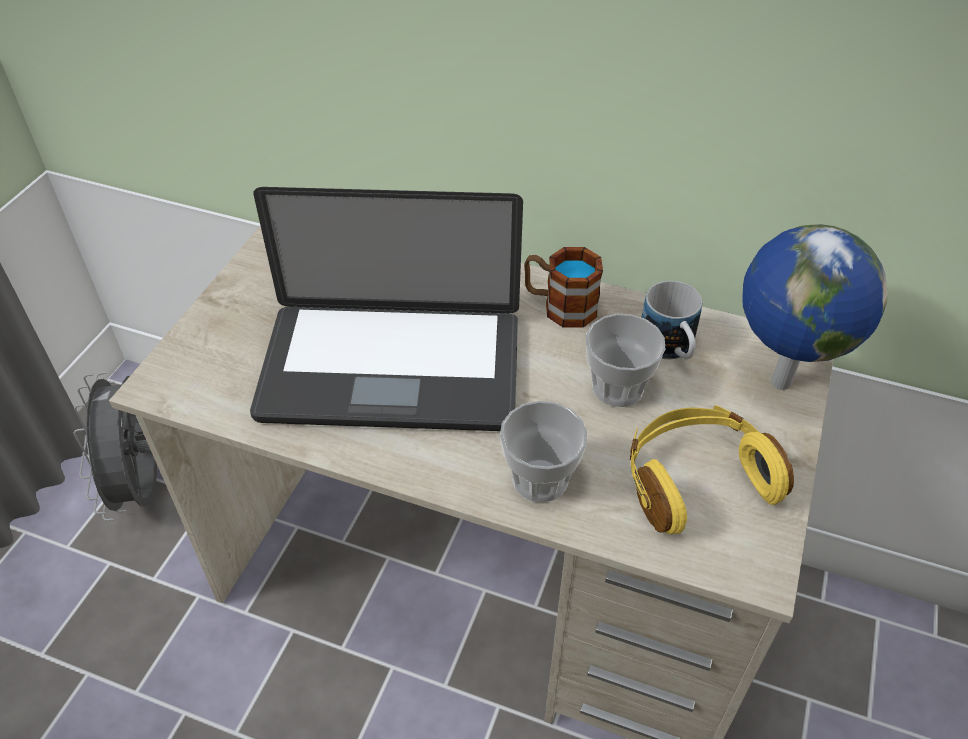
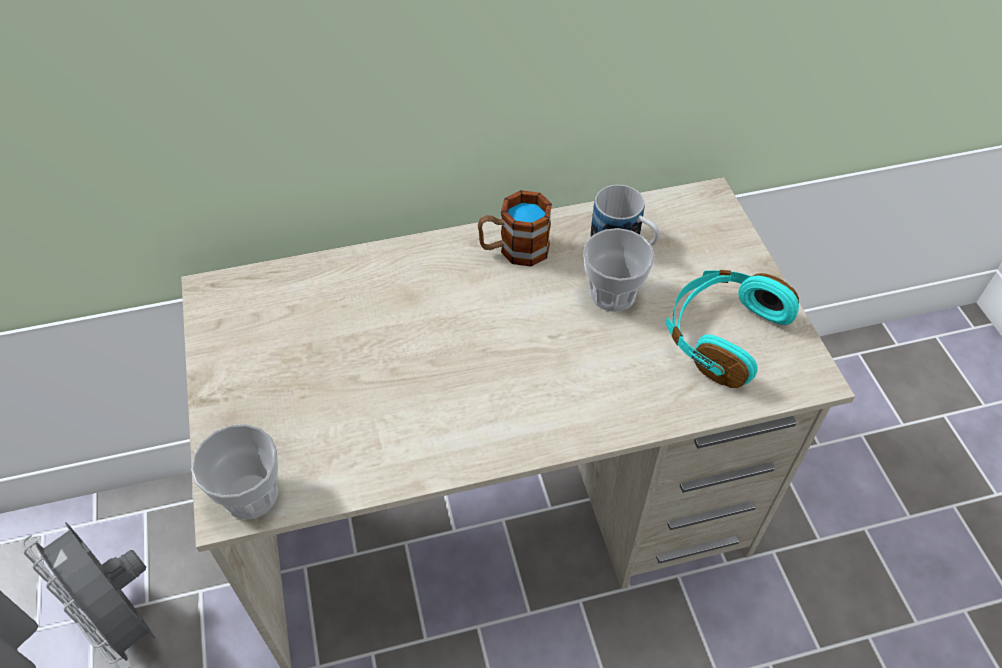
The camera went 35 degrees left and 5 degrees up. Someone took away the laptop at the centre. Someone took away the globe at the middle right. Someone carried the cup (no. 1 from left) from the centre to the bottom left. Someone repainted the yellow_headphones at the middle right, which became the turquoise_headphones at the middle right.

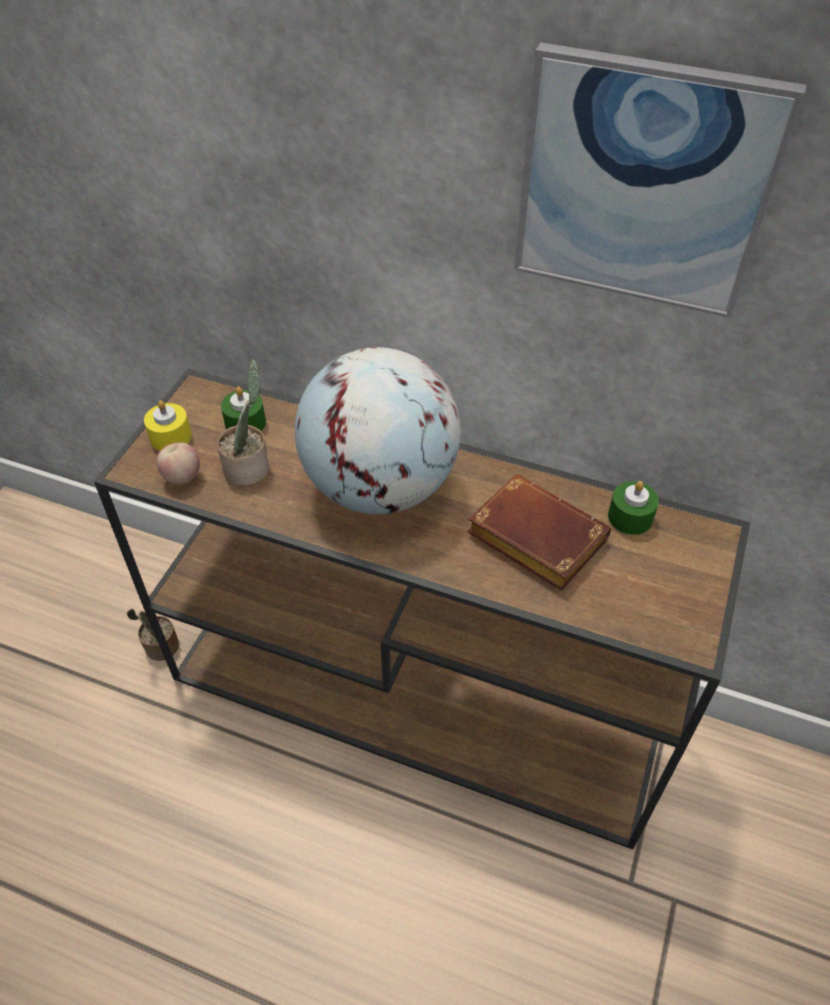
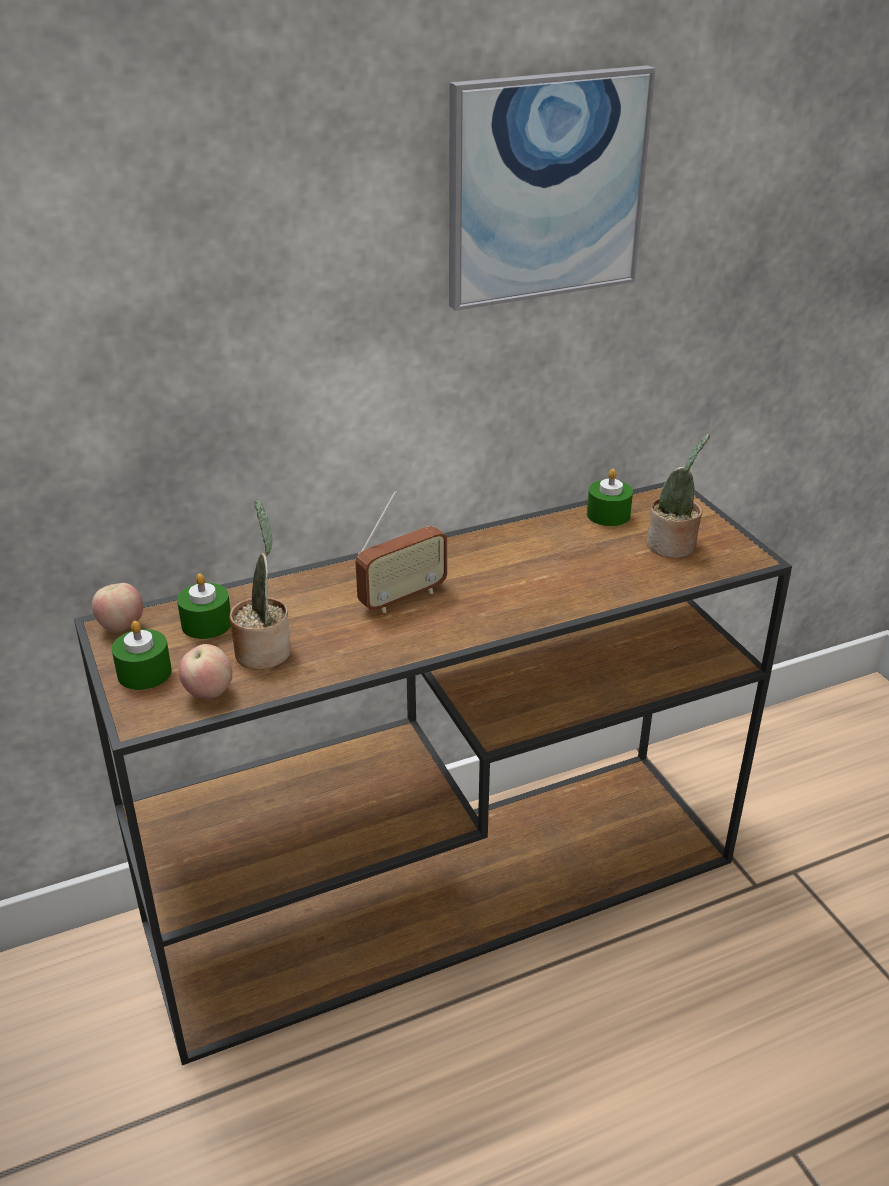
The camera went 45 degrees left and 15 degrees down. Someone swapped the globe at the centre for the radio at the centre. Someone repainted the yellow_candle at the middle left, which became the green_candle (no. 1 from left) at the middle left. Someone took away the brown_book at the centre. Someone carried the potted_plant (no. 1 from left in the first image) from the middle left to the middle right. Someone put down the apple (no. 1 from left) at the middle left.

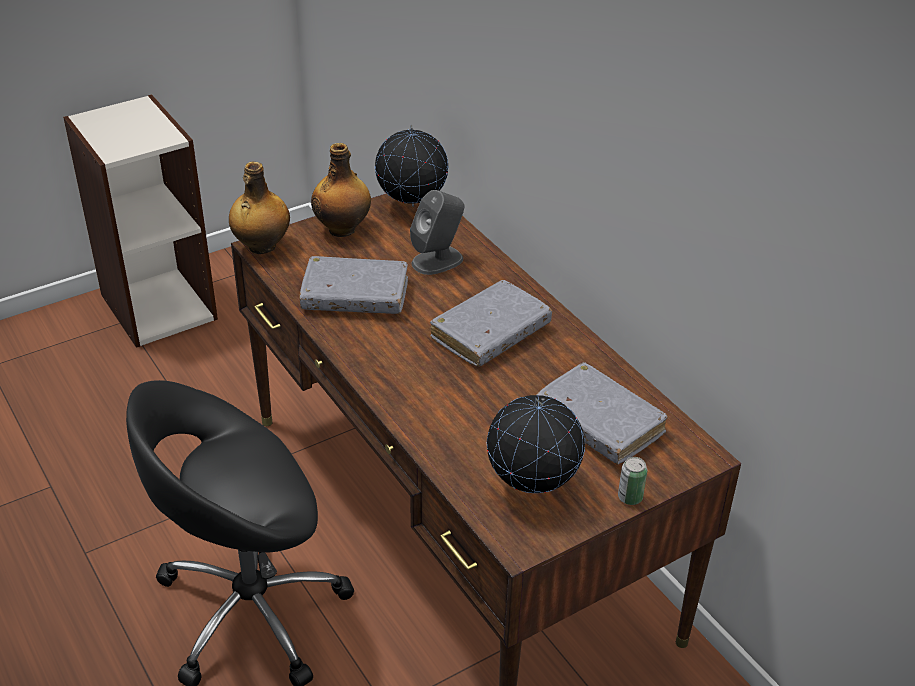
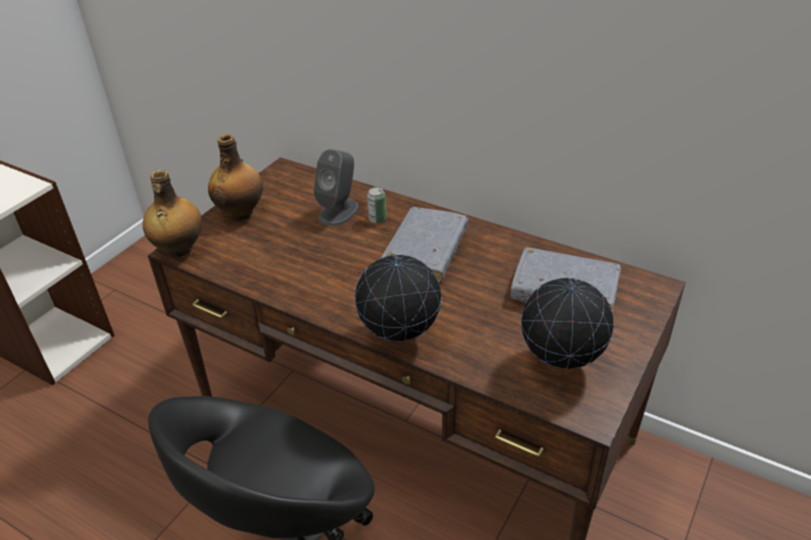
The camera went 25 degrees left and 0 degrees up. Someone carried the globe (no. 1 from left) from the top centre to the centre. Someone took away the grey_book (no. 1 from left) at the centre. Someone carried the can from the bottom right to the centre.

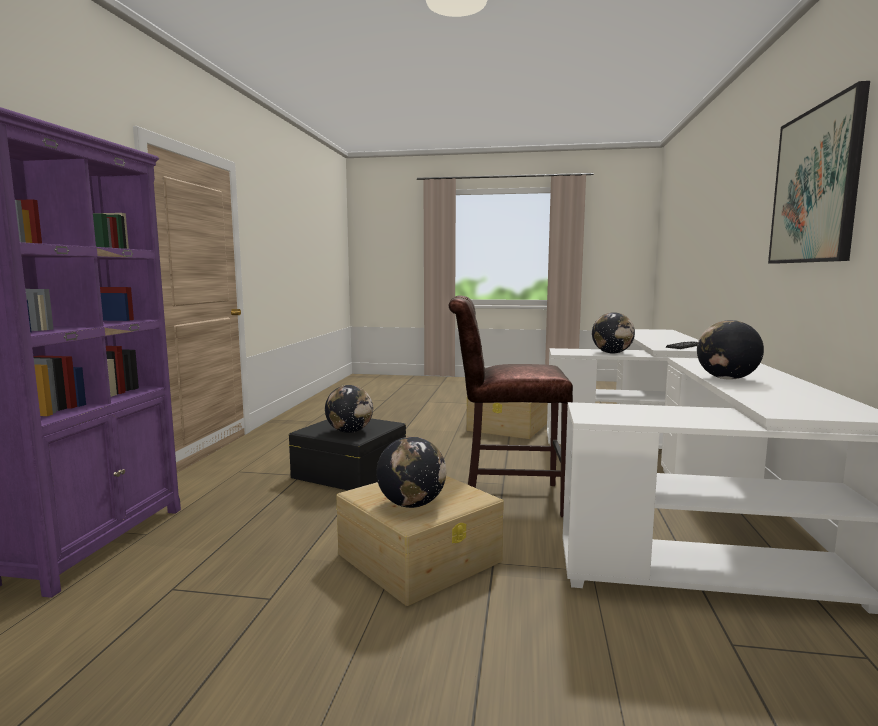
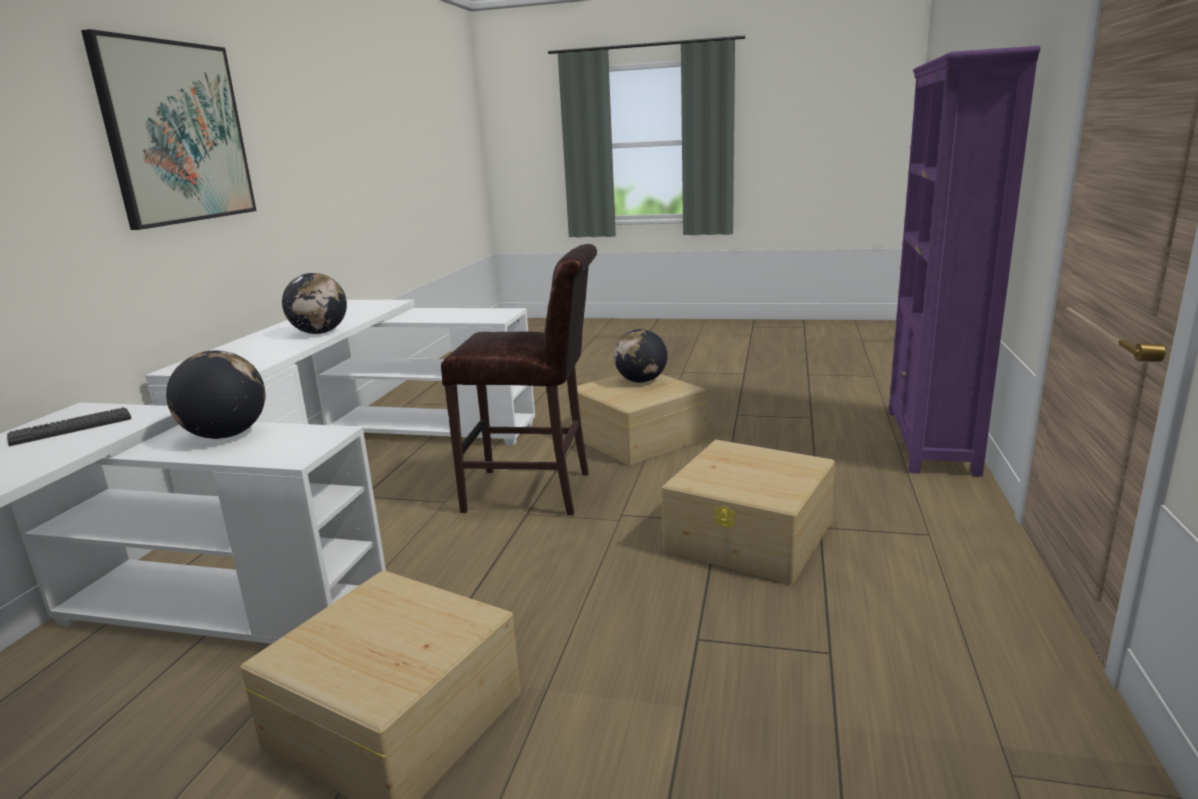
The camera went 175 degrees left and 10 degrees up. Someone took away the globe (no. 1 from left) at the centre. Someone repainted the black_storage_box at the centre, which became the beige_storage_box (no. 3 from left) at the centre.

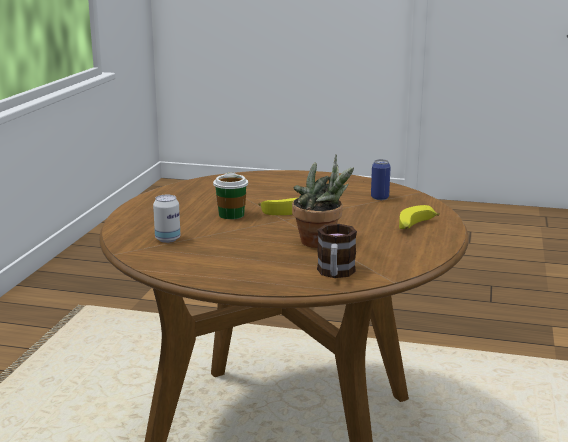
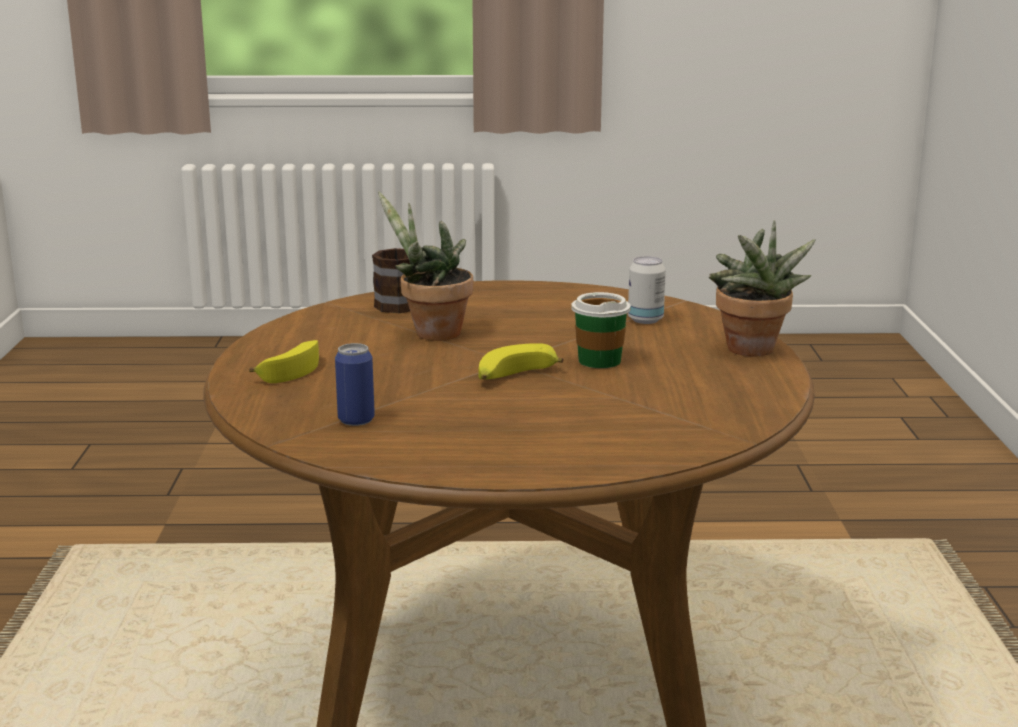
The camera went 165 degrees right and 0 degrees up. Someone put down the potted_plant (no. 2 from left) at the middle right.

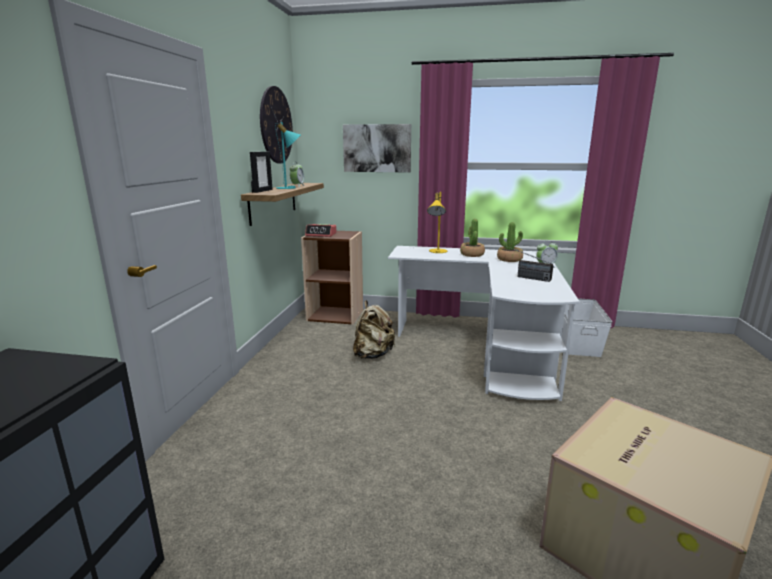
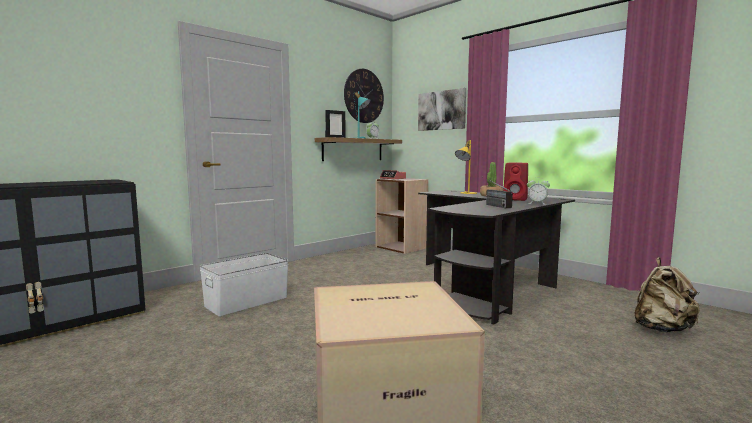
The camera went 35 degrees right and 10 degrees down. Someone swapped the potted_plant (no. 2 from left) at the centre for the red_speaker at the middle right. Someone repainted the white_desk at the centre, which became the black_desk at the centre. Someone carried the white_storage_box from the middle right to the bottom left. Someone carried the beige_backpack from the centre to the bottom right.

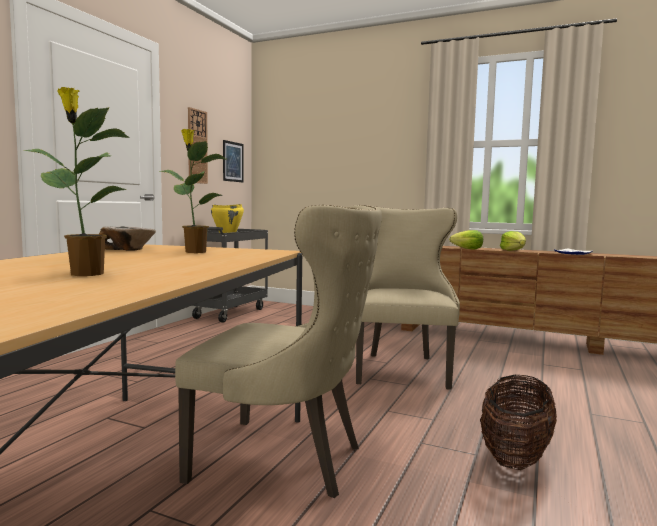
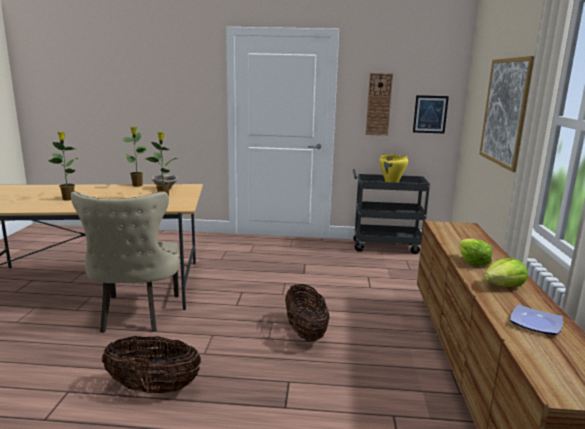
The camera went 70 degrees right and 10 degrees up. Someone swapped the beige_chair (no. 2 from left) at the centre for the basket (no. 2 from left) at the bottom centre. Someone put up the picture (no. 2 from left) at the top right. Someone put down the potted_plant (no. 2 from left) at the middle left.

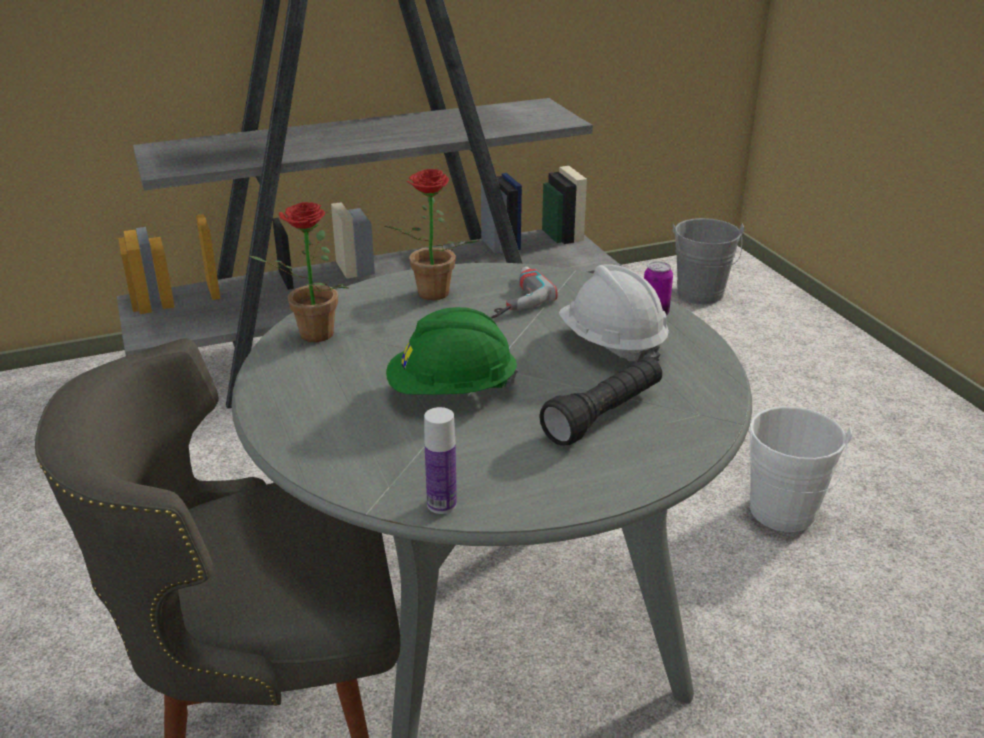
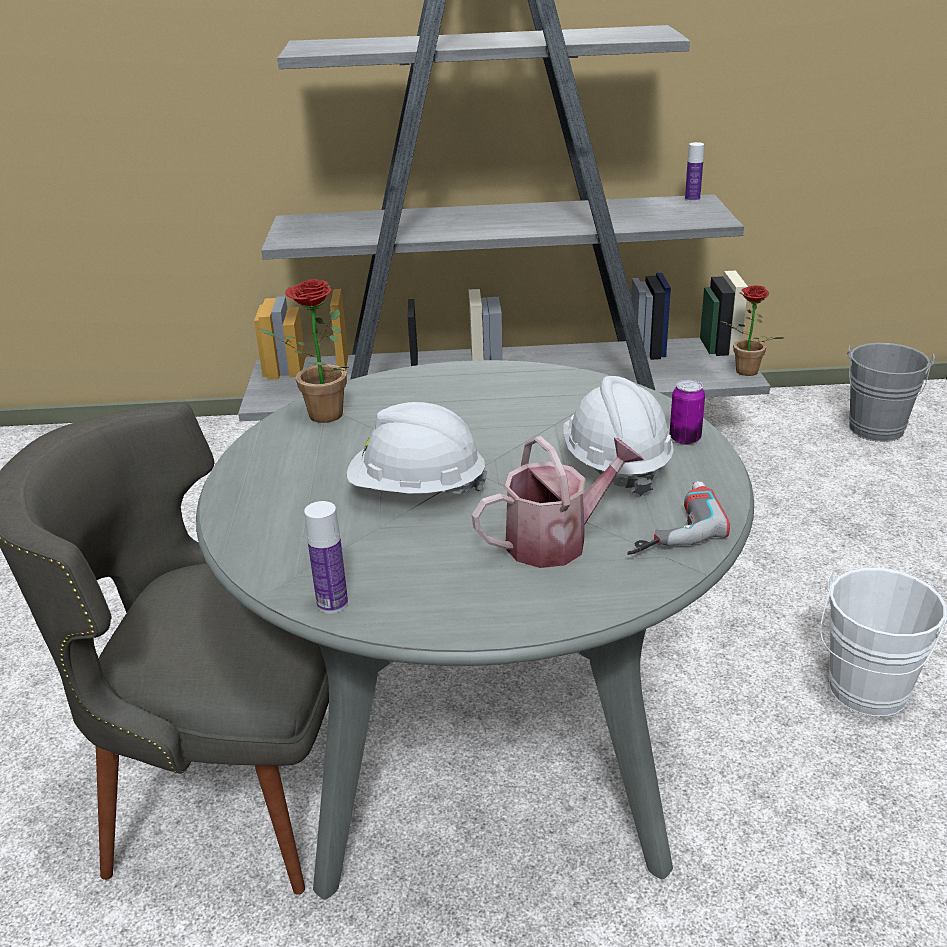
The camera went 20 degrees right and 0 degrees up. Someone carried the potted_plant (no. 2 from left) from the top centre to the middle right. Someone carried the power_drill from the centre to the middle right. Someone repainted the green_hard_hat at the centre, which became the white_hard_hat (no. 1 from left) at the centre. Someone swapped the black_flashlight at the centre for the watering_can at the centre. Someone put down the bottle (no. 2 from left) at the top right.

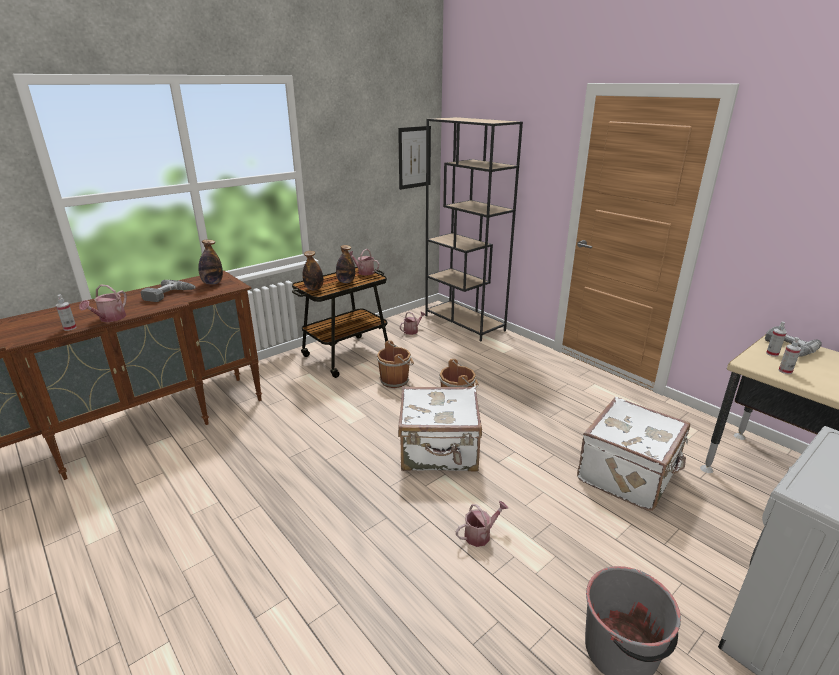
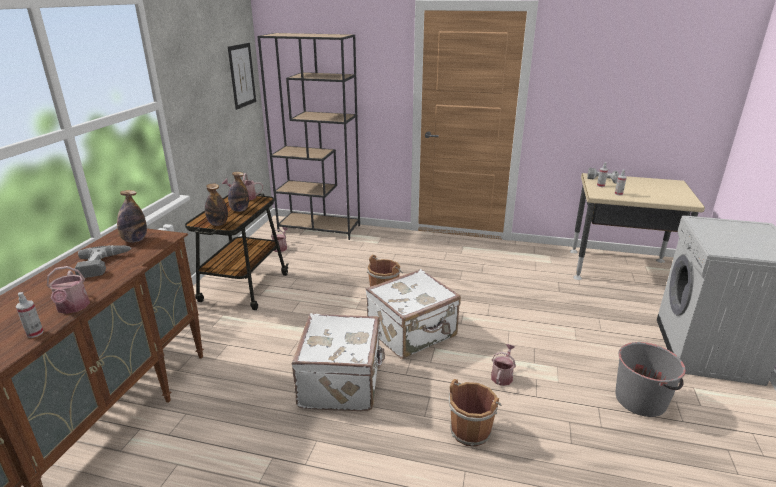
The camera went 35 degrees left and 0 degrees up. Someone carried the brown_bucket (no. 1 from left in the first image) from the centre to the bottom centre. Someone carried the white_suitcase (no. 2 from left in the first image) from the bottom right to the bottom centre.

